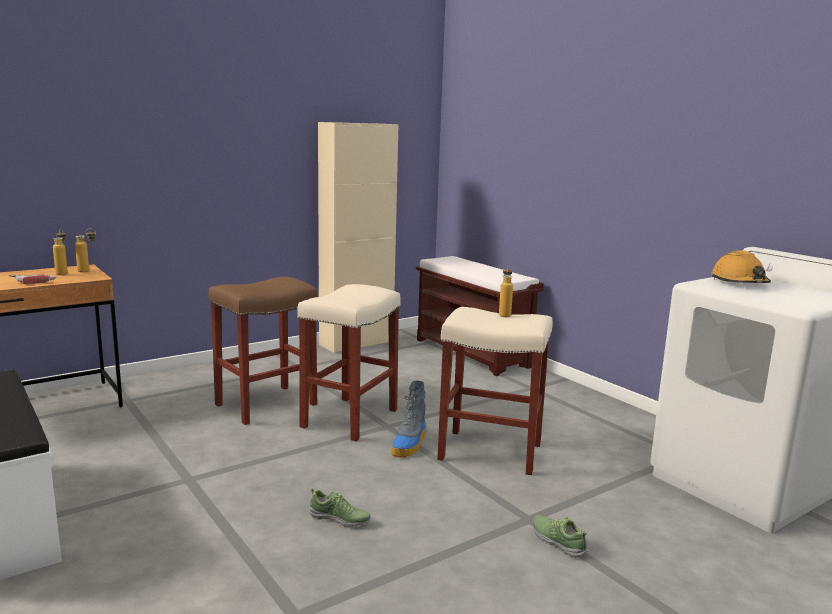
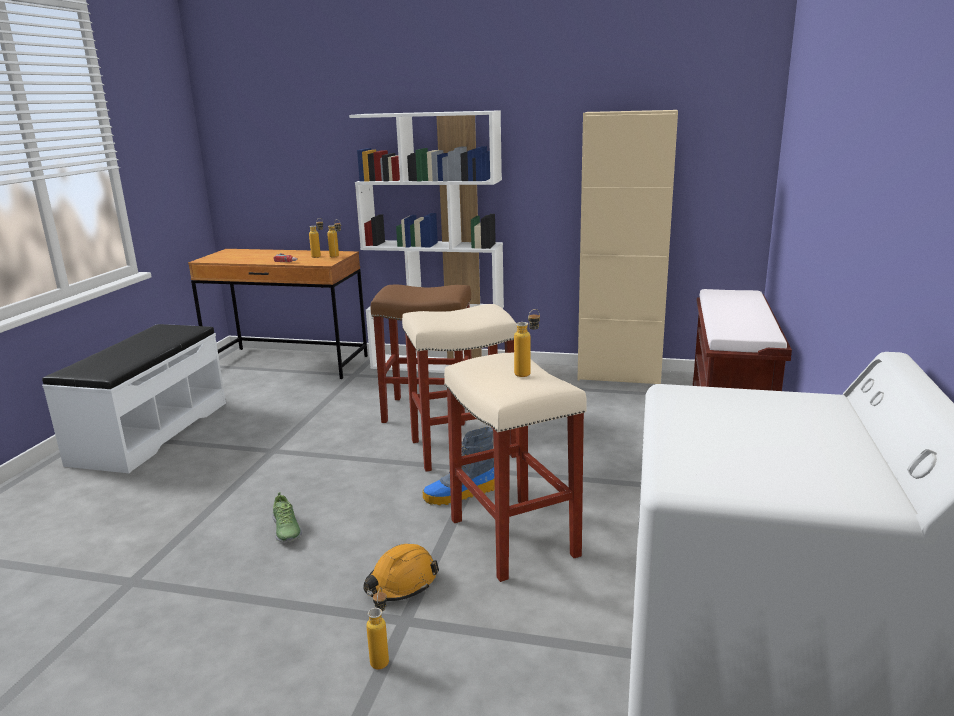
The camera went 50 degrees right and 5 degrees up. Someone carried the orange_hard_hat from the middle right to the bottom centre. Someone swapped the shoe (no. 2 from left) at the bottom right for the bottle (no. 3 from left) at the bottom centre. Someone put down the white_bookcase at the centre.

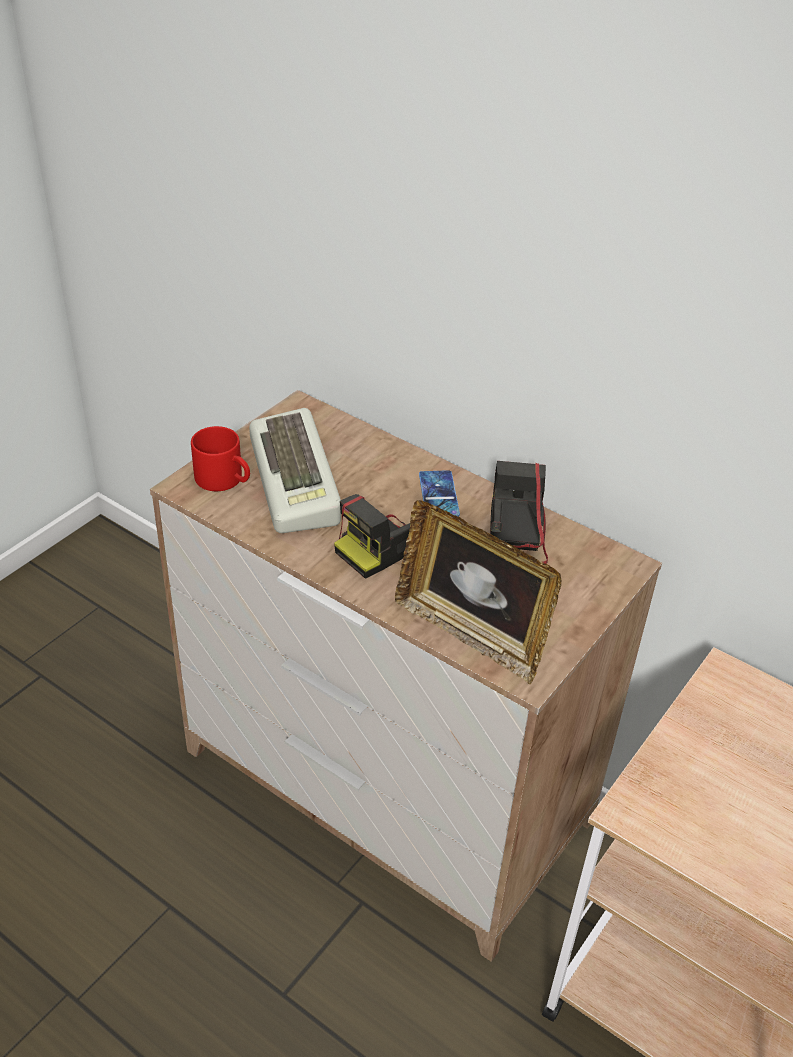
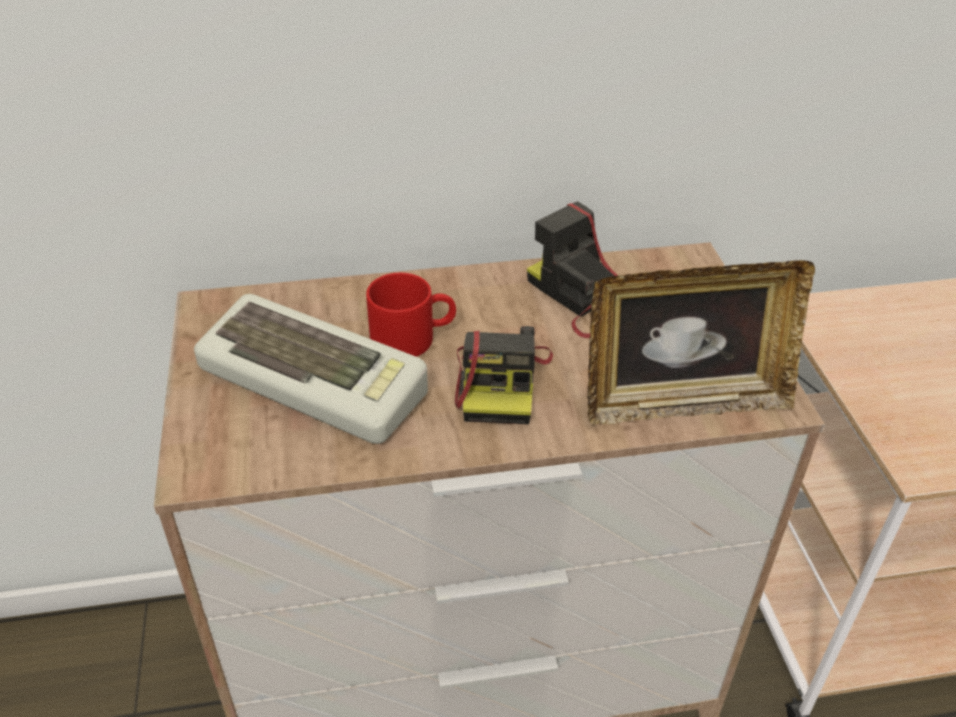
The camera went 45 degrees left and 0 degrees up. Someone carried the red_mug from the middle left to the centre. Someone took away the phone at the centre.

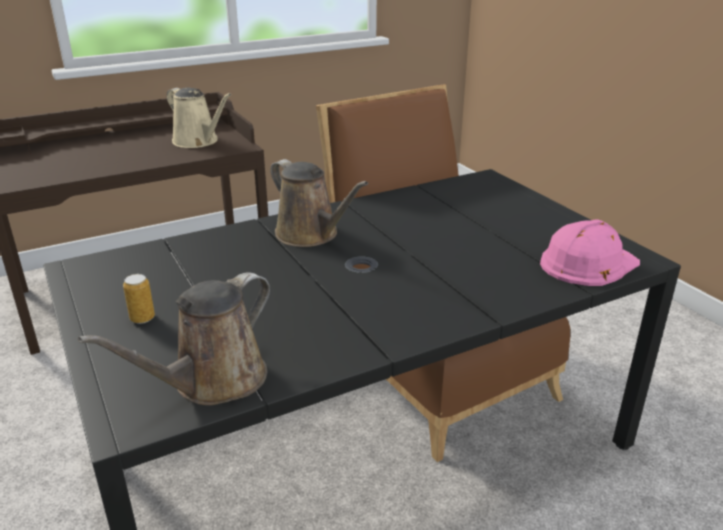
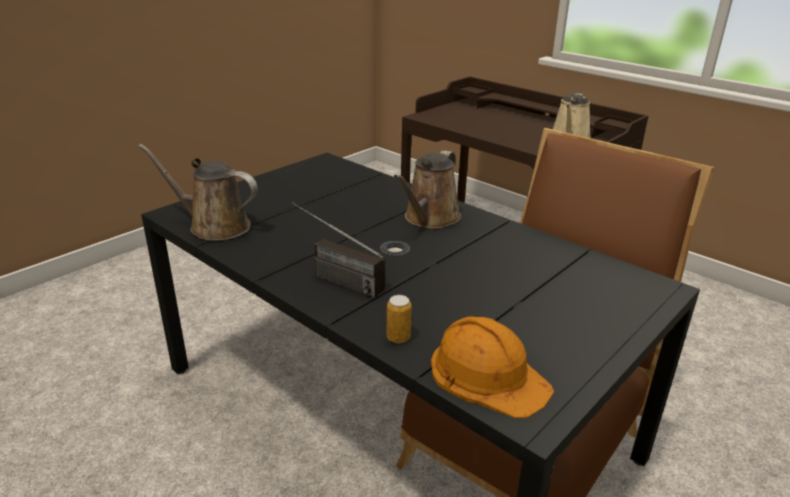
The camera went 70 degrees right and 0 degrees up. Someone repainted the pink_hard_hat at the middle right, which became the orange_hard_hat at the bottom centre. Someone carried the can from the middle left to the centre. Someone put down the radio at the centre.

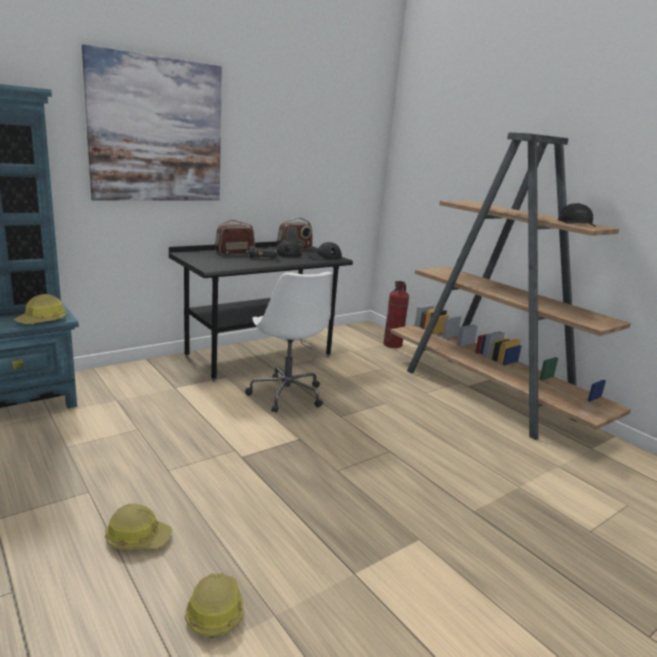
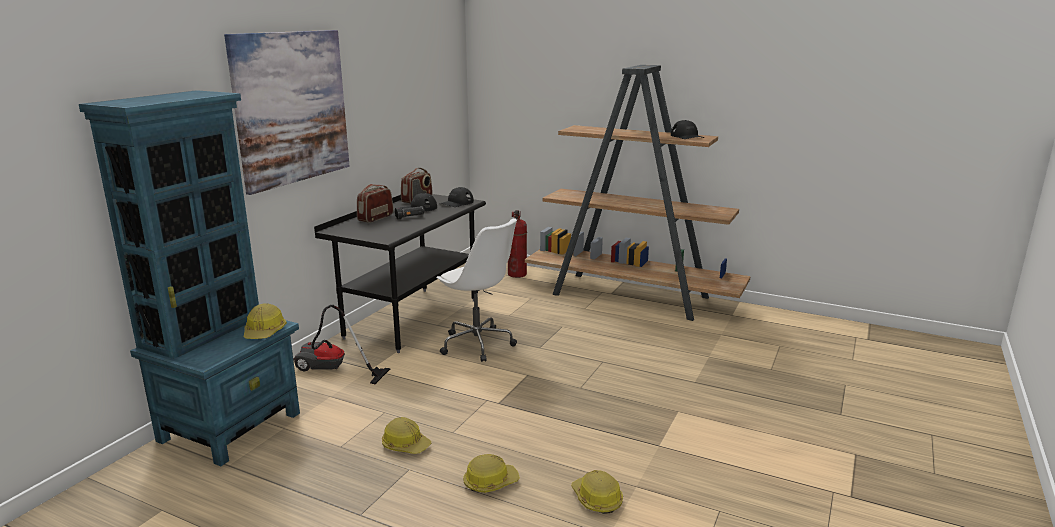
The camera went 25 degrees left and 0 degrees up. Someone put down the vacuum_cleaner at the middle left. Someone put down the hard_hat (no. 2 from left) at the bottom centre.

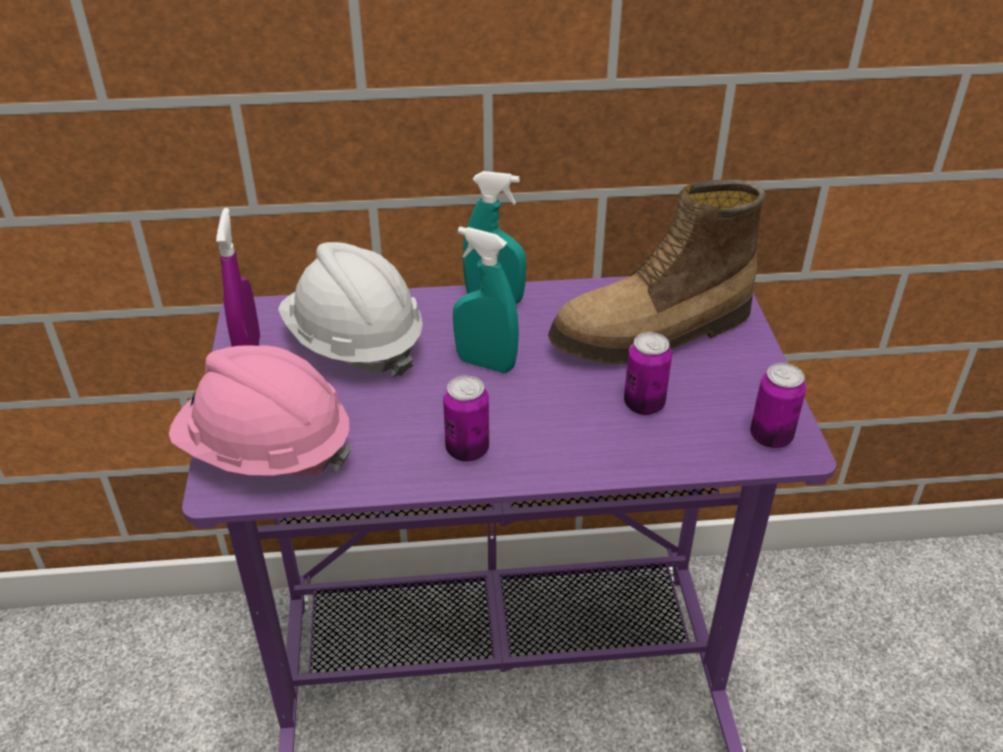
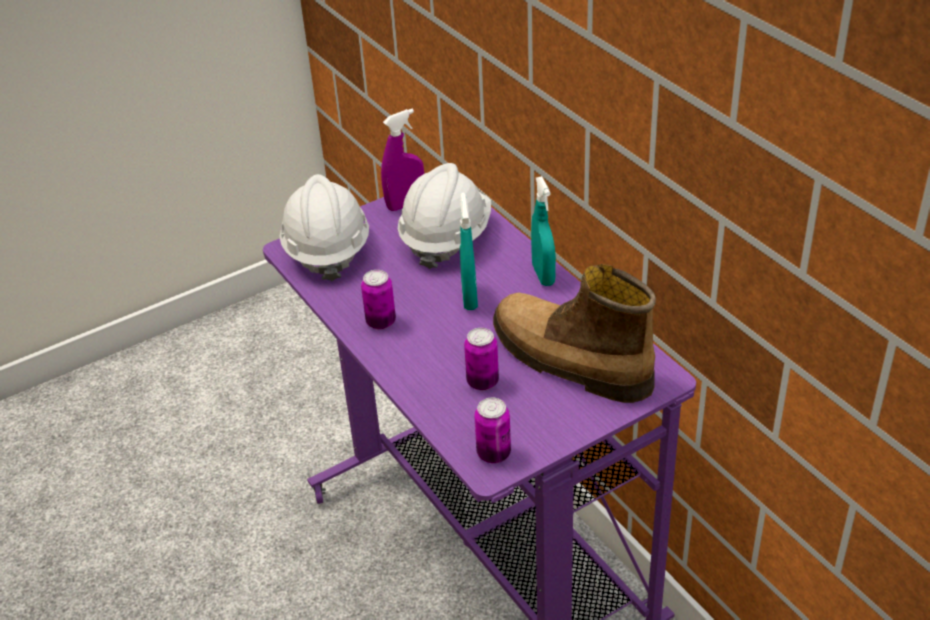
The camera went 65 degrees right and 0 degrees up. Someone repainted the pink_hard_hat at the middle left, which became the white_hard_hat (no. 1 from left) at the centre.

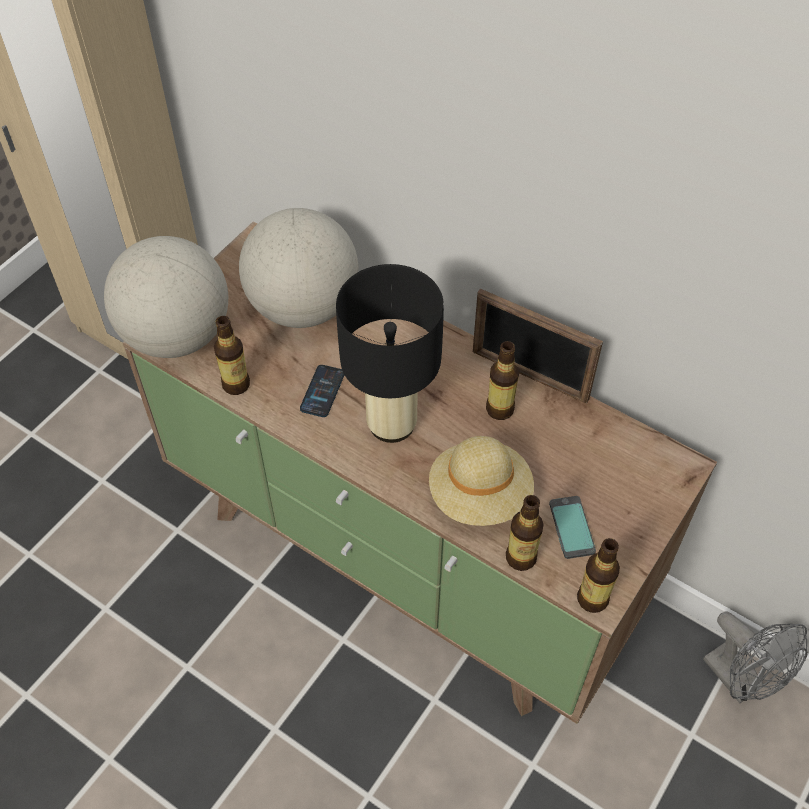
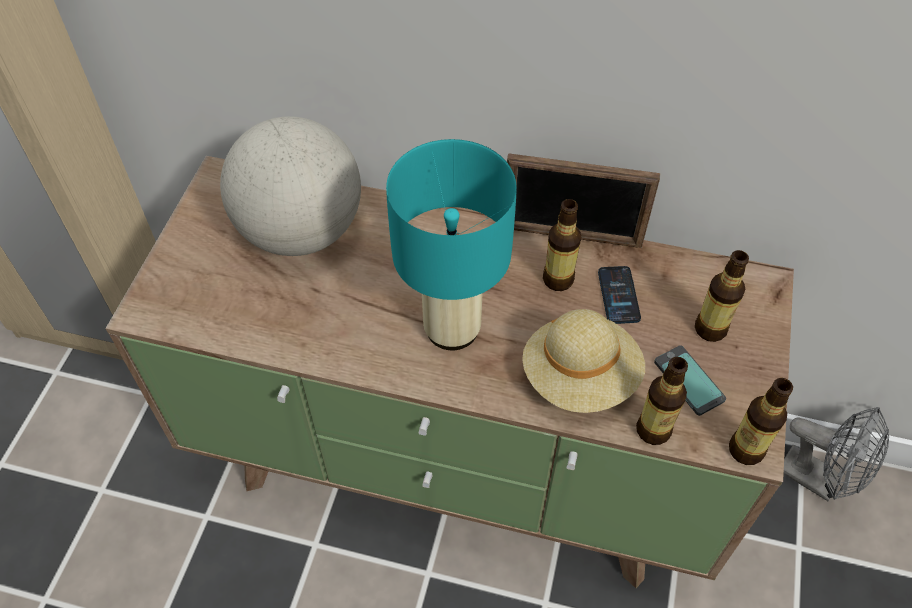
The camera went 20 degrees left and 0 degrees up. Someone took away the globe (no. 1 from left) at the middle left. Someone repainted the black_table_lamp at the centre, which became the turquoise_table_lamp at the centre. Someone carried the bottle (no. 1 from left in the first image) from the middle left to the middle right. Someone carried the phone (no. 1 from left) from the centre to the middle right.

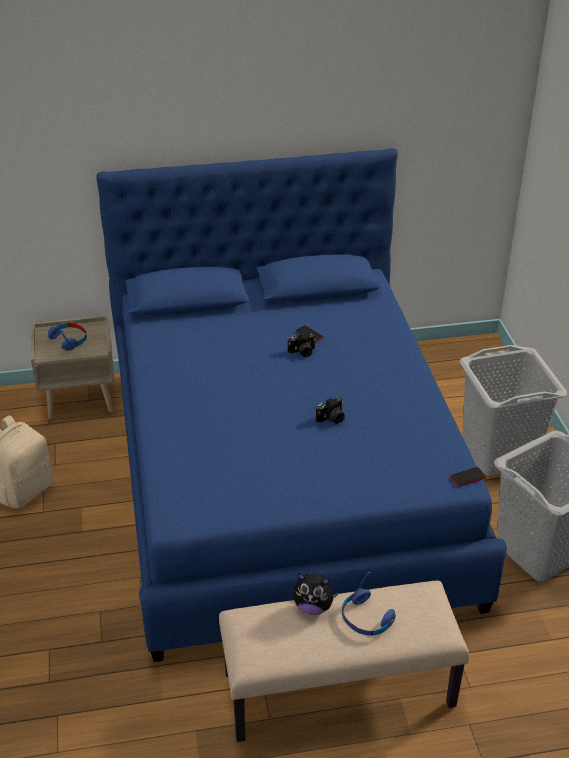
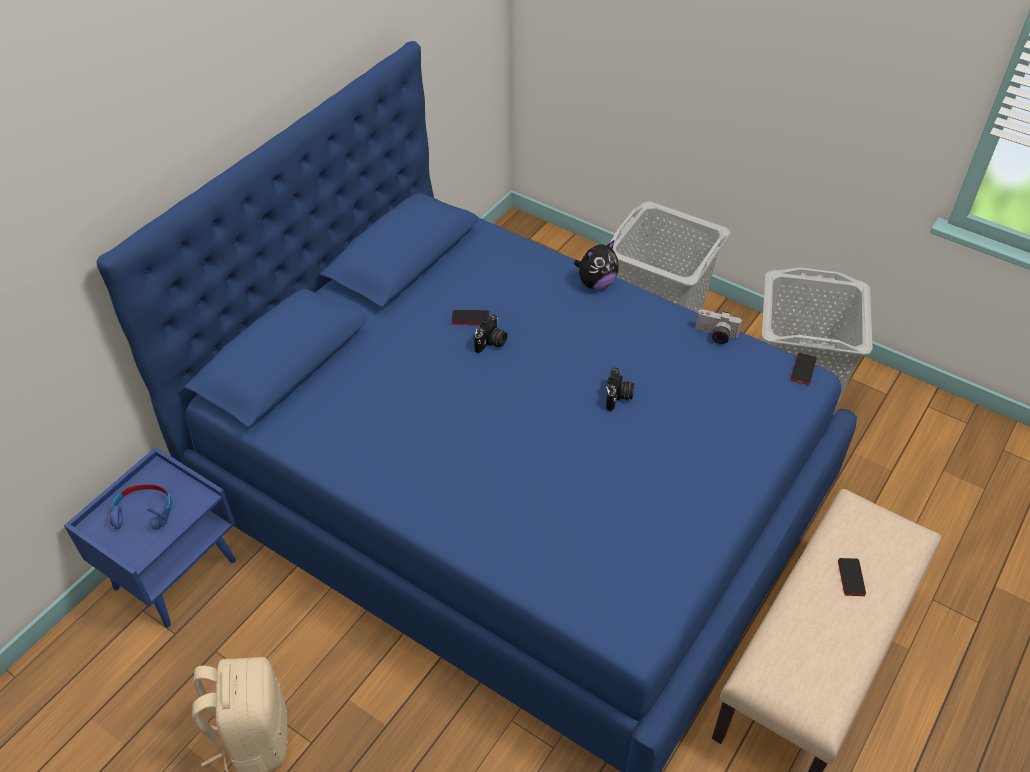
The camera went 45 degrees left and 10 degrees up. Someone repainted the beige_nightstand at the middle left, which became the blue_nightstand at the bottom left. Someone swapped the blue_headphones (no. 2 from left) at the bottom centre for the phone (no. 3 from left) at the bottom right. Someone carried the plush_toy from the bottom centre to the centre. Someone put down the photo_camera (no. 3 from left) at the middle right.

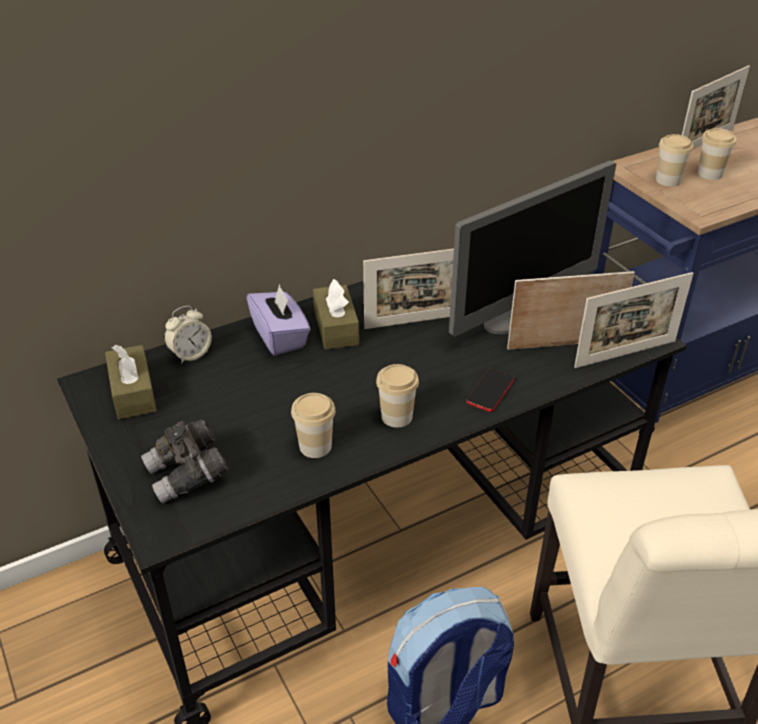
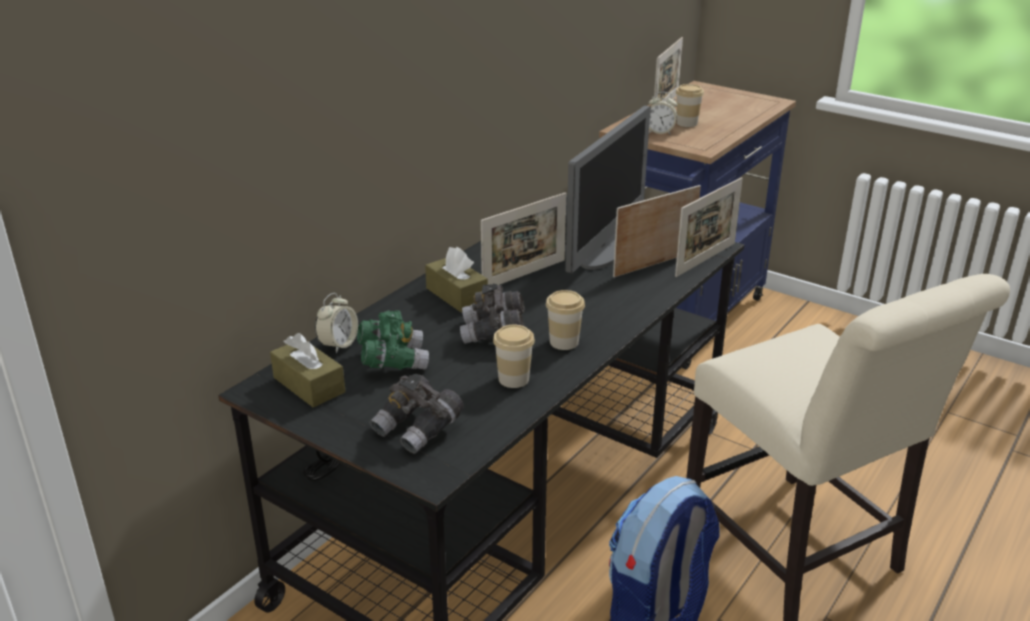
The camera went 25 degrees left and 10 degrees down. Someone swapped the cup (no. 3 from left) at the top right for the alarm_clock (no. 2 from left) at the top centre. Someone took away the purple_tissue_box at the centre. Someone took away the phone at the centre. Someone put down the grey_binoculars (no. 2 from left) at the centre. Someone put down the green_binoculars at the centre.

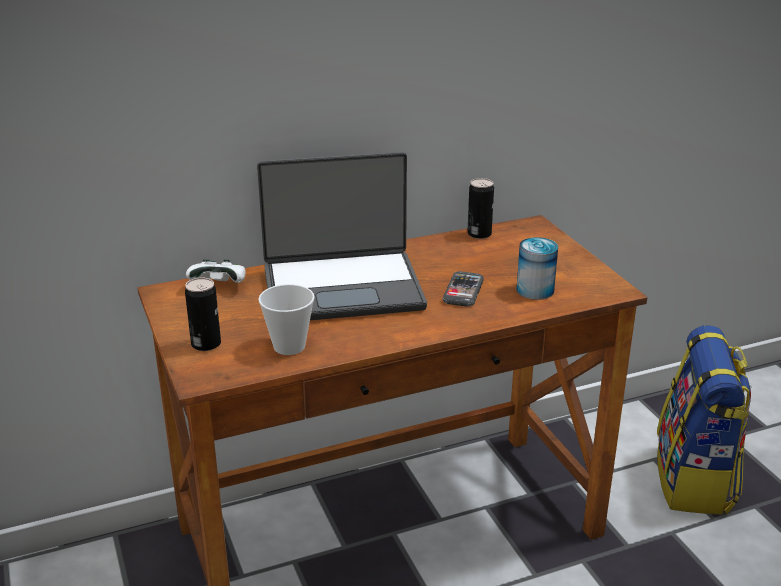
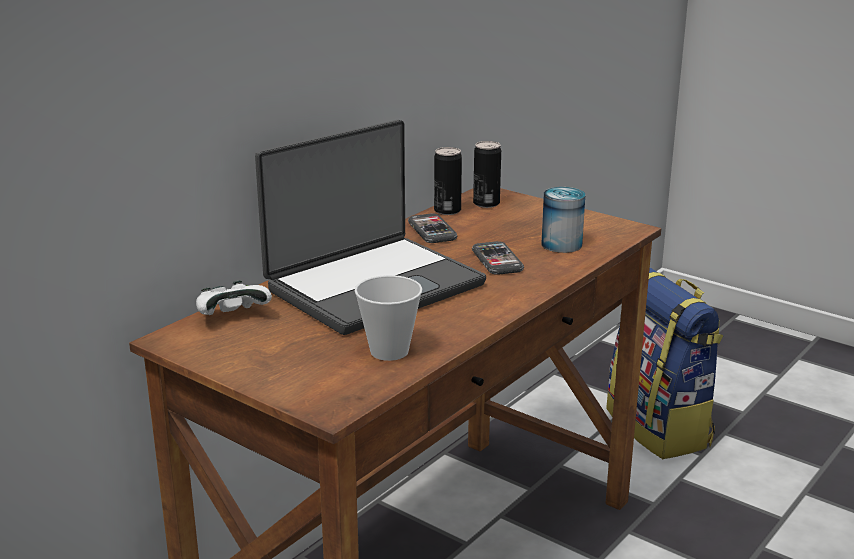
The camera went 30 degrees left and 5 degrees down. Someone carried the can (no. 1 from left in the first image) from the middle left to the top centre. Someone put down the phone (no. 1 from left) at the centre.

